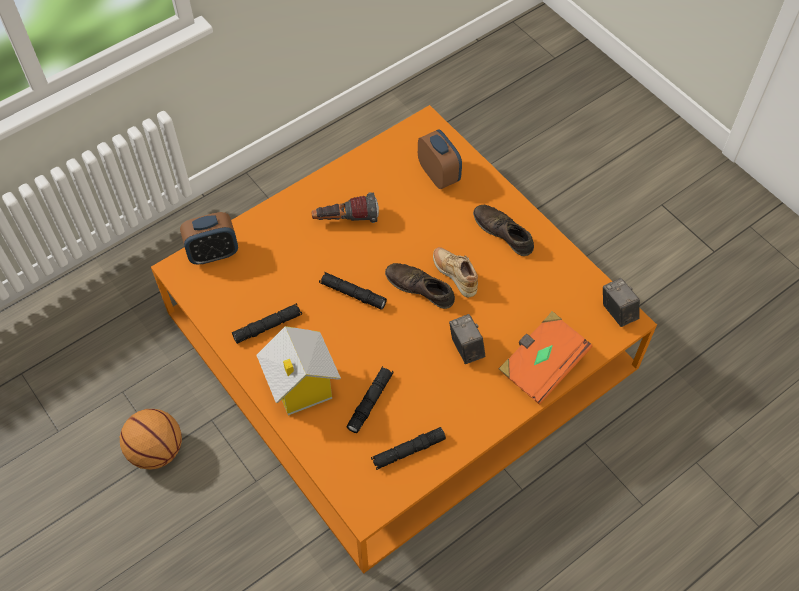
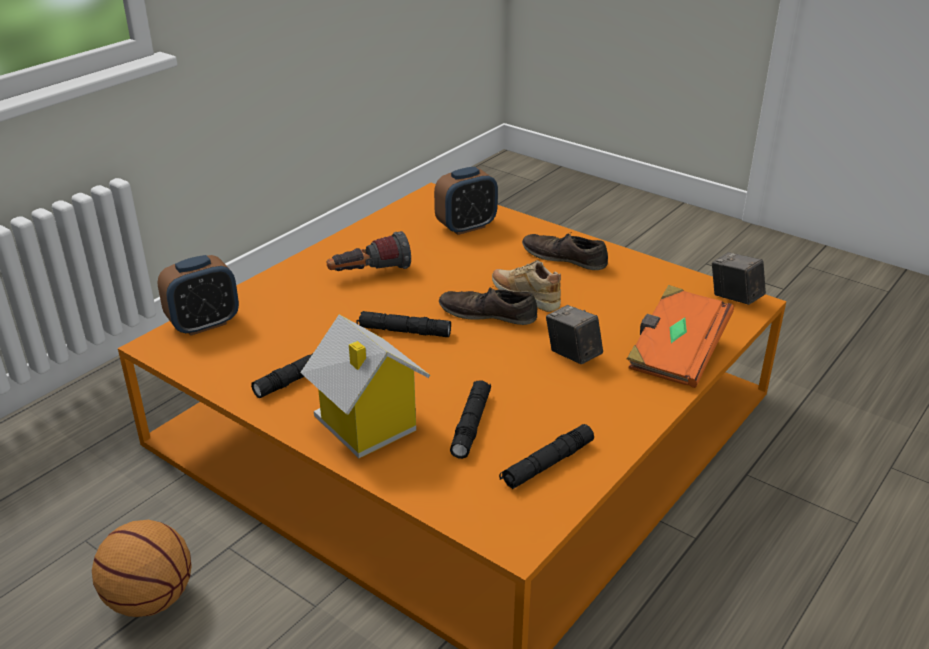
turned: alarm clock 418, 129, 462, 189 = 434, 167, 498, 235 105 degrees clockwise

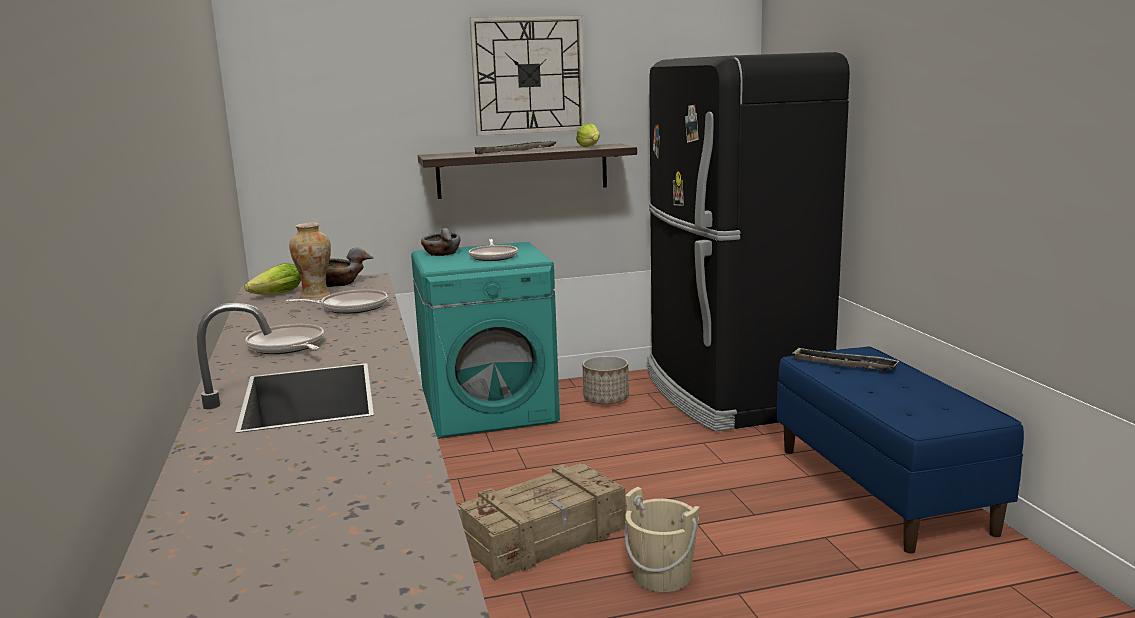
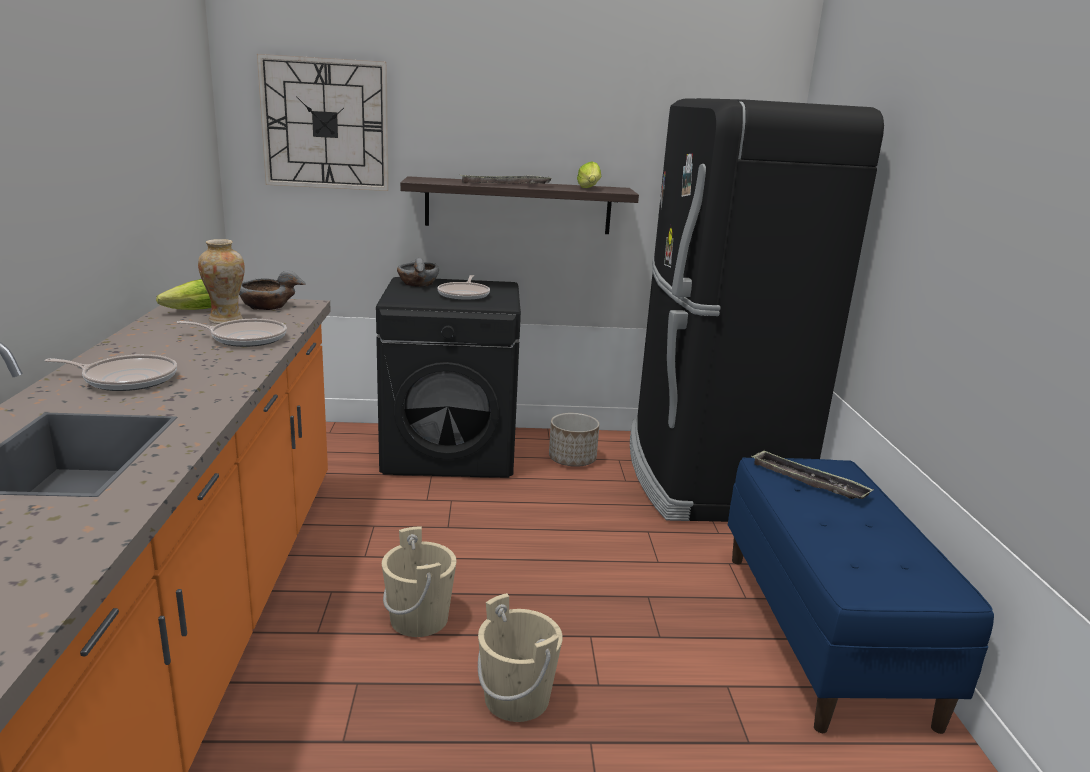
moved: wall clock 470, 15, 585, 136 to 257, 54, 389, 191
replaced: crate 457, 463, 626, 581 to beige bucket 382, 526, 457, 637
recoloured: turquoise washing machine 411, 242, 560, 438 to black washing machine 376, 277, 521, 478
turned: frying pan 245, 324, 324, 354 = 45, 354, 177, 391 120 degrees clockwise

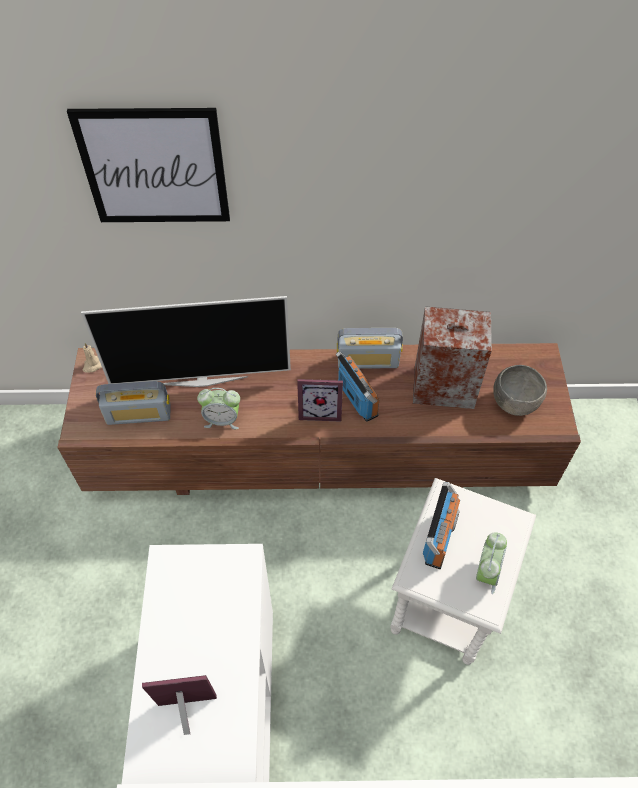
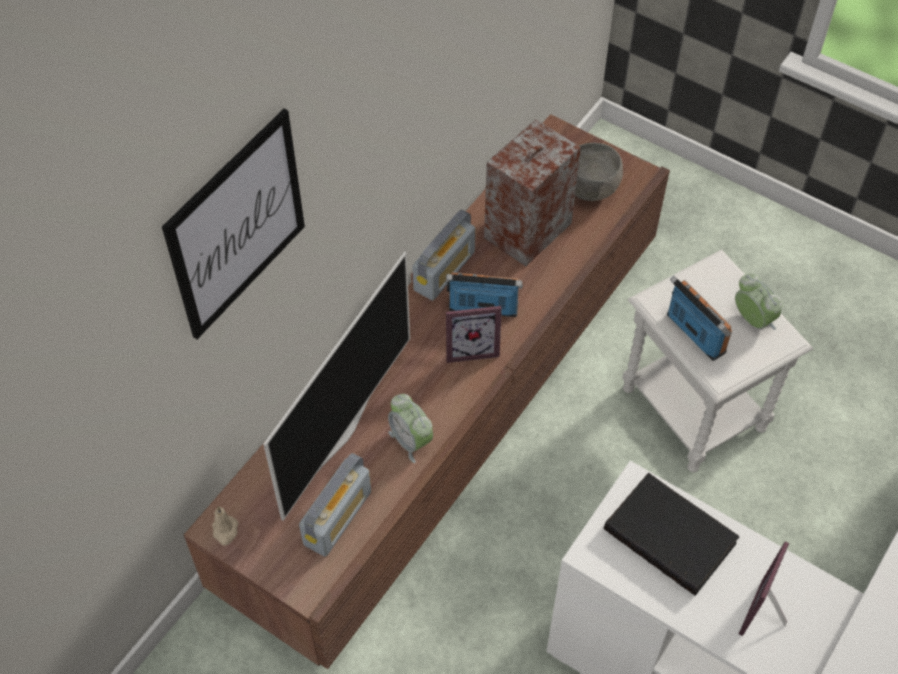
added: black book 604, 472, 740, 596
turned: picture frame 297, 379, 343, 422 = 446, 306, 502, 363 45 degrees clockwise; alarm clock 197, 388, 240, 429 = 388, 394, 433, 463 105 degrees clockwise

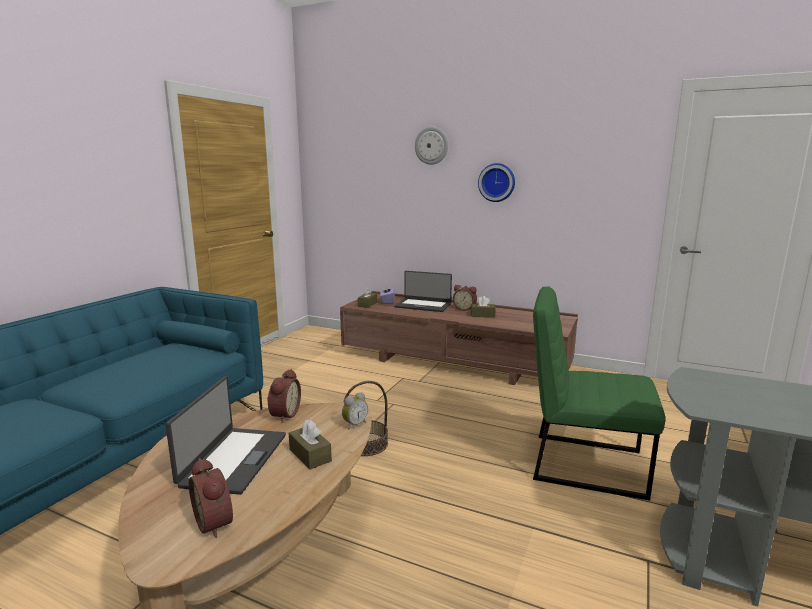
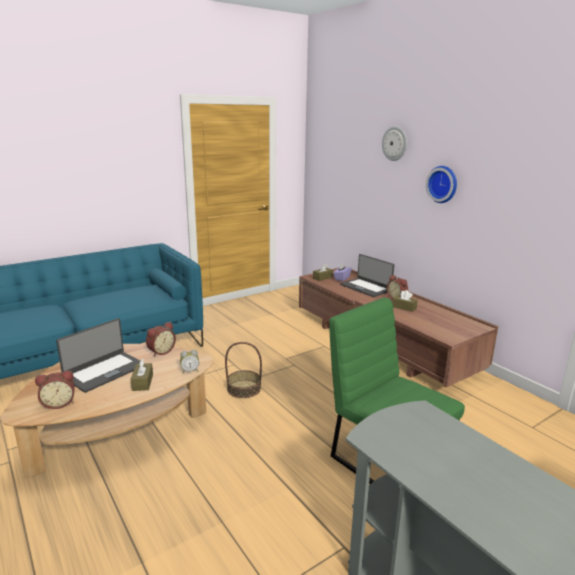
turned: alarm clock 189, 458, 233, 538 = 35, 371, 75, 409 105 degrees counterclockwise

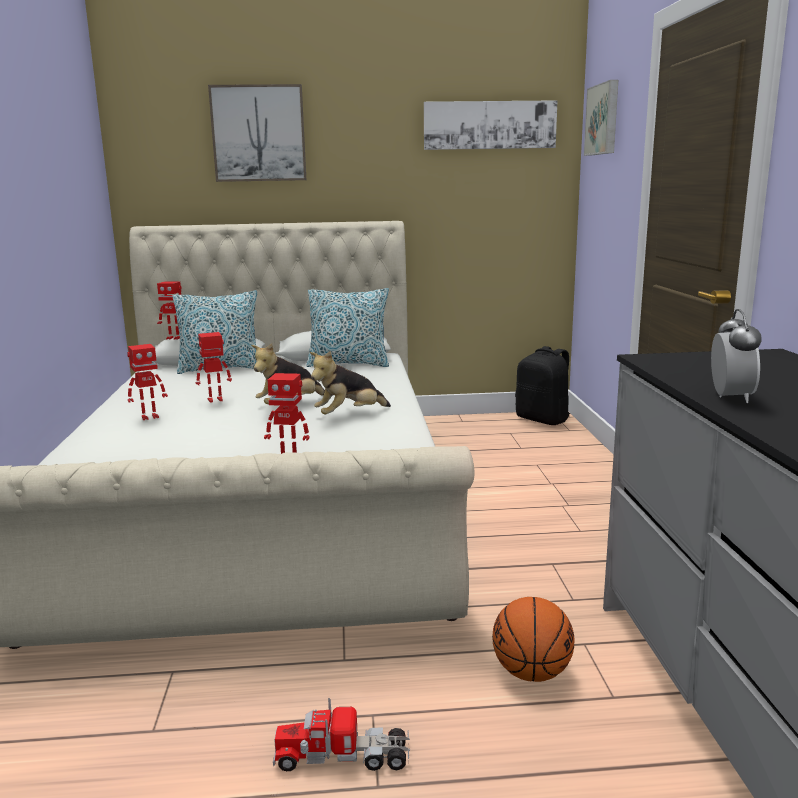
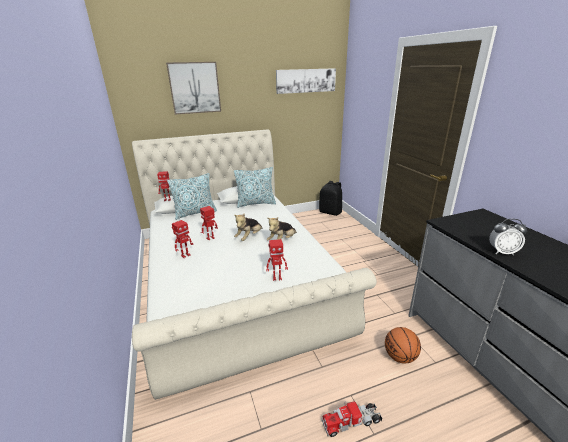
removed: picture 584, 80, 618, 156
turned: alarm clock 711, 309, 762, 403 = 489, 219, 527, 255 105 degrees clockwise

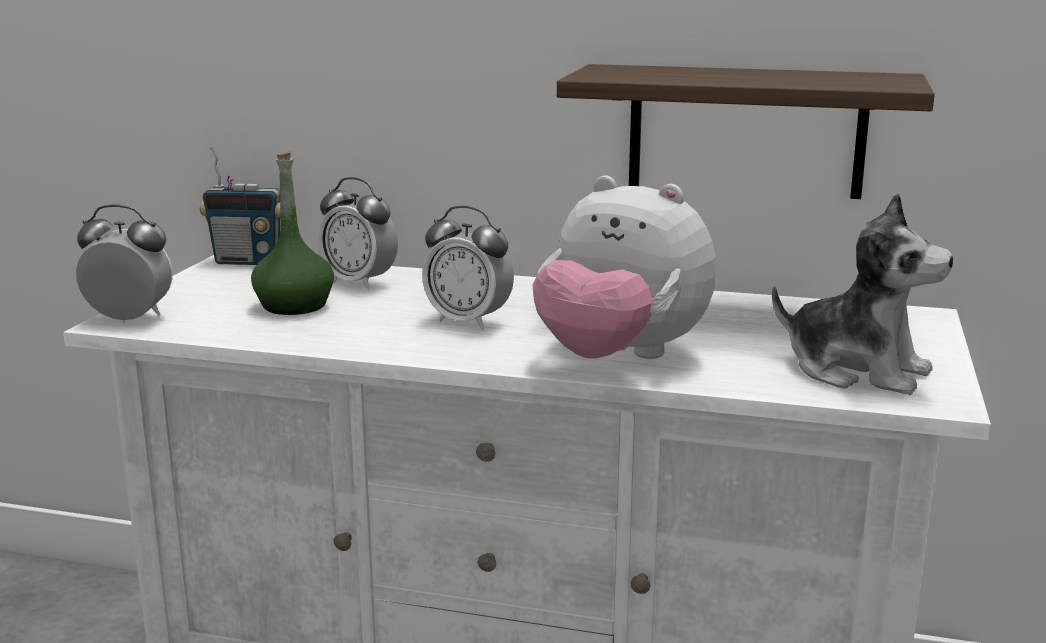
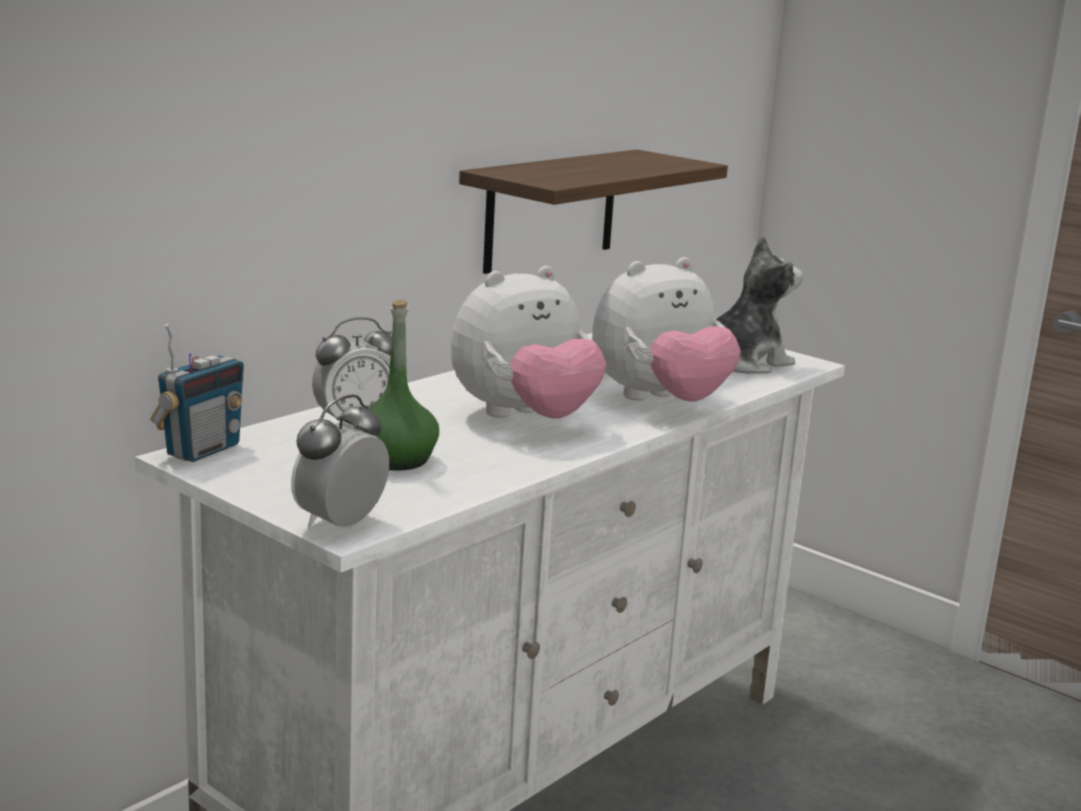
replaced: alarm clock 422, 206, 514, 330 to plush toy 451, 266, 606, 418

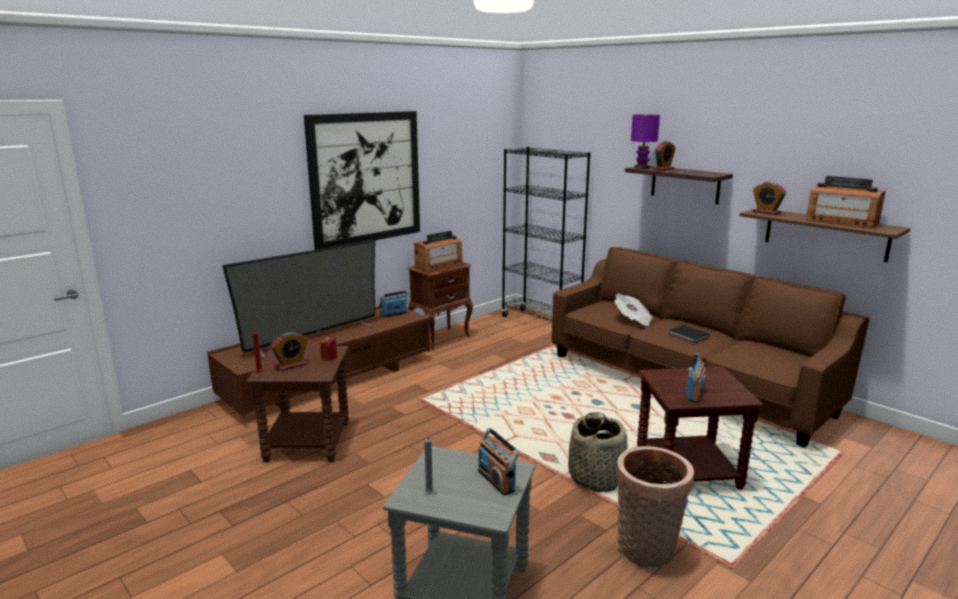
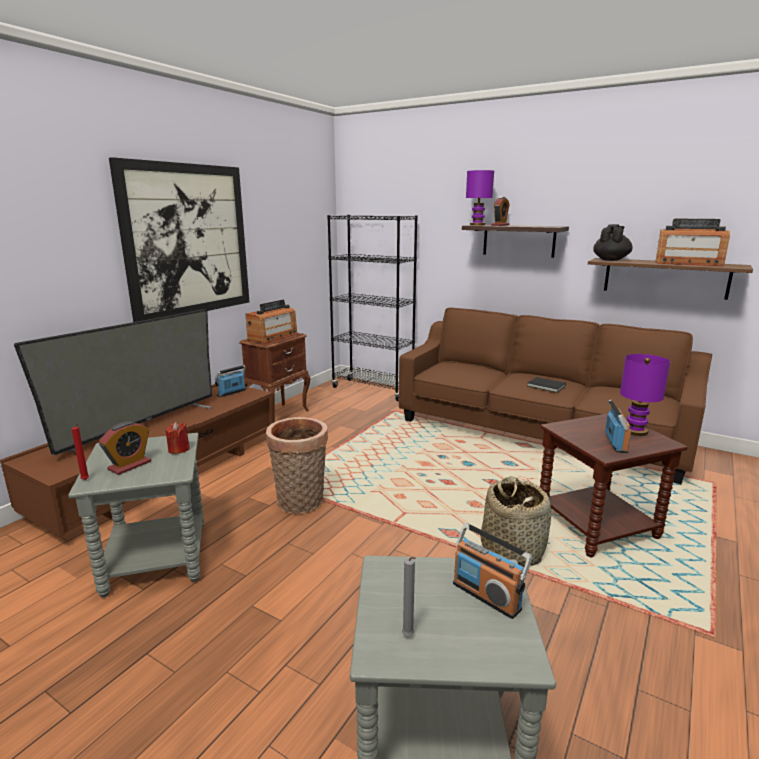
removed: newspaper 615, 294, 653, 326
added: purple table lamp 620, 354, 670, 436
moved: basket 616, 446, 694, 568 to 266, 417, 328, 513
replaced: alarm clock 752, 182, 786, 215 to black teapot 593, 224, 633, 261
recoloured: brown side table 247, 346, 349, 462 to grey side table 68, 433, 204, 598

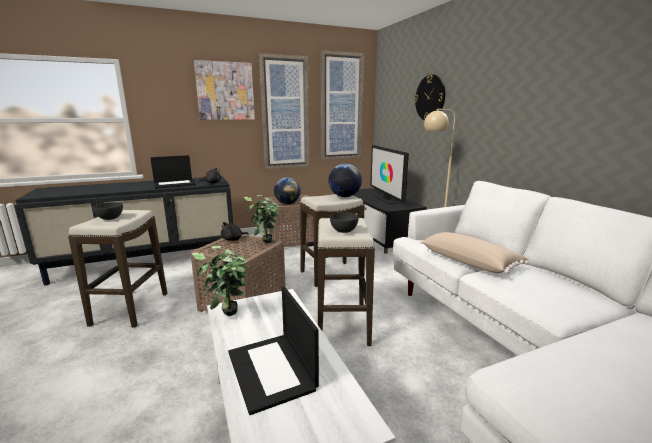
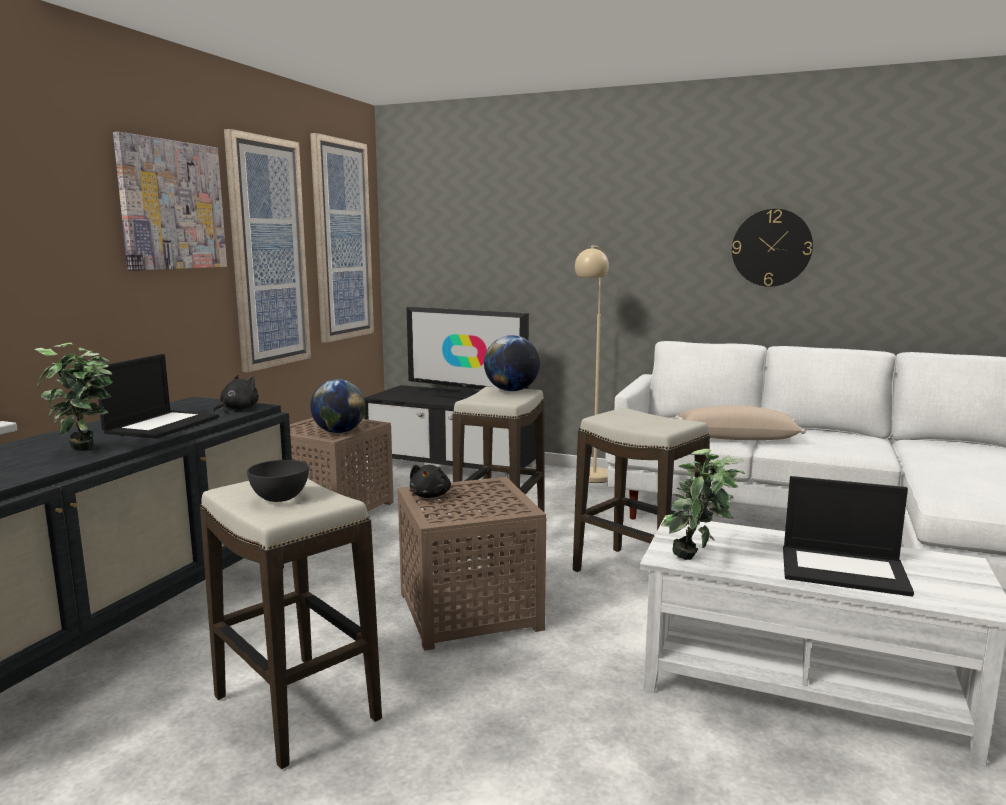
removed: grey bowl 330, 212, 359, 233
moved: wall clock 414, 74, 445, 120 to 732, 209, 813, 287; potted plant 244, 195, 282, 243 to 35, 343, 113, 451

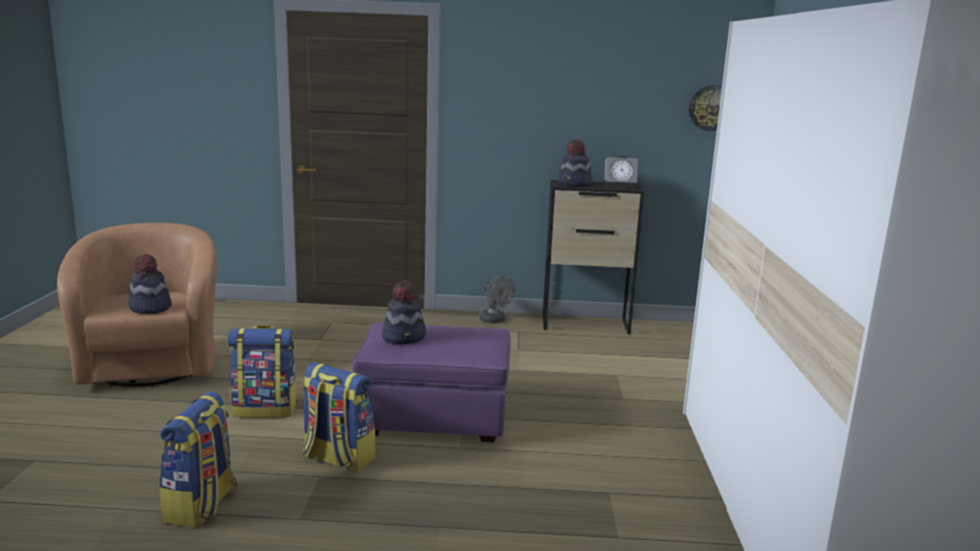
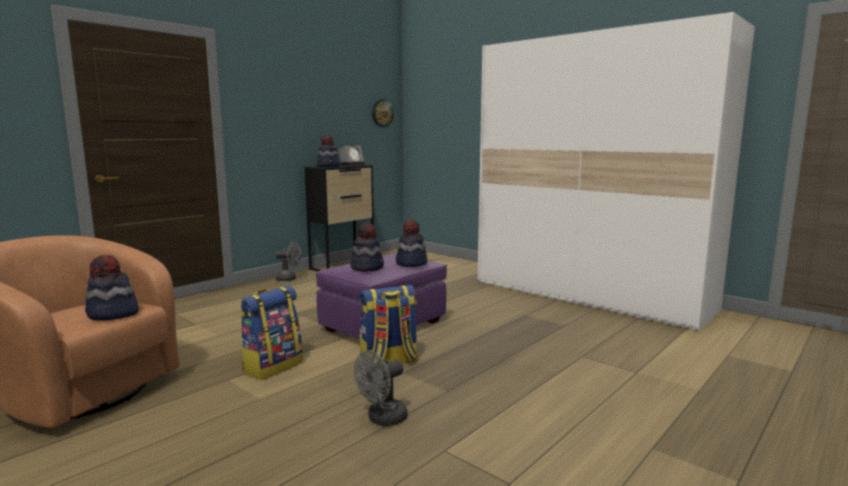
added: hat 396, 220, 428, 267
replaced: backpack 159, 392, 238, 527 to grey fan 354, 351, 408, 426

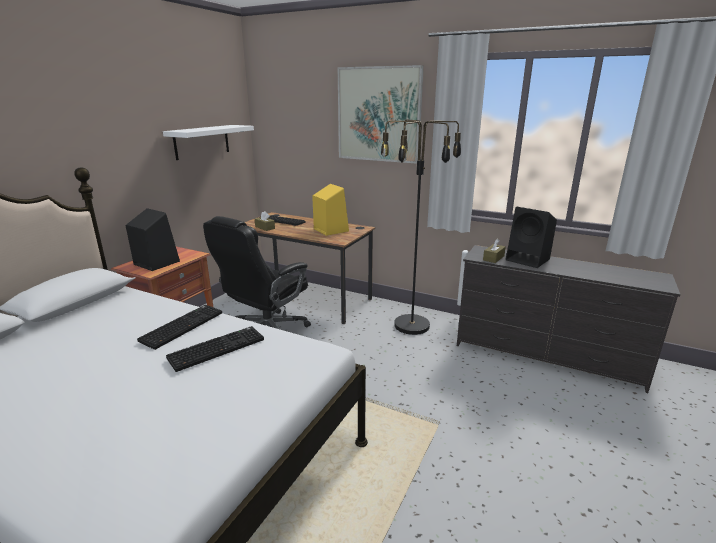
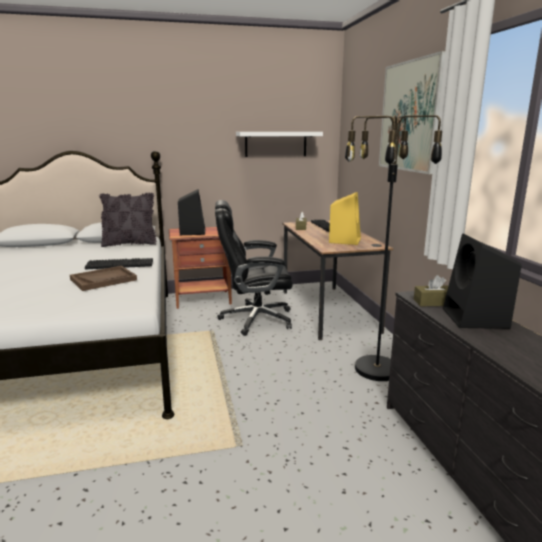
added: black pillow 99, 192, 156, 247
replaced: keyboard 166, 326, 264, 372 to brown tray 70, 266, 137, 291

